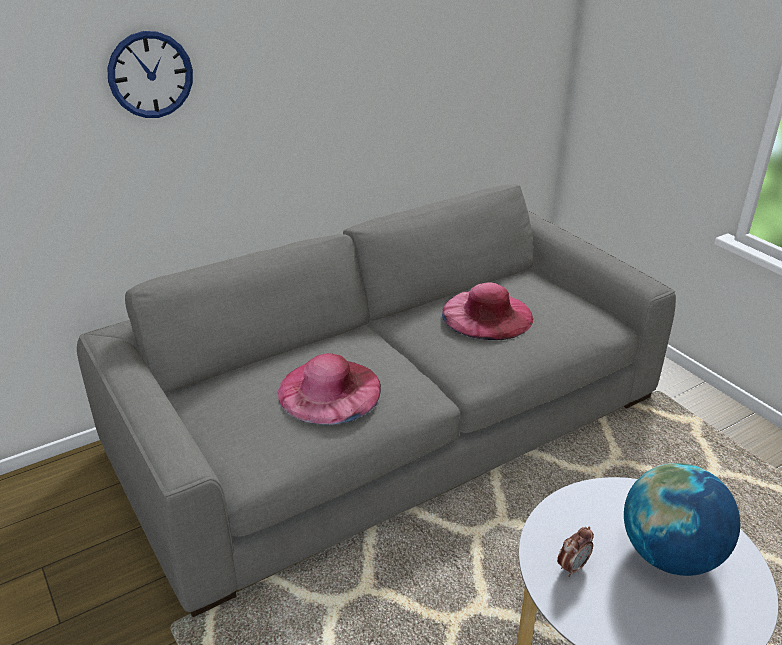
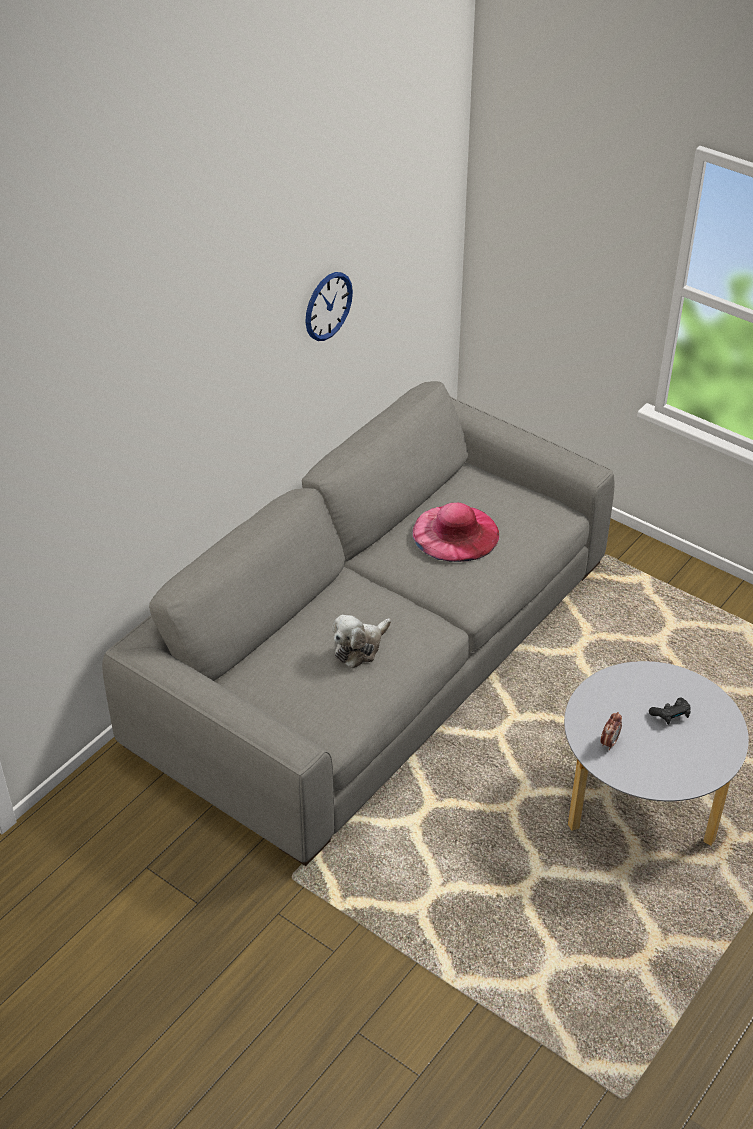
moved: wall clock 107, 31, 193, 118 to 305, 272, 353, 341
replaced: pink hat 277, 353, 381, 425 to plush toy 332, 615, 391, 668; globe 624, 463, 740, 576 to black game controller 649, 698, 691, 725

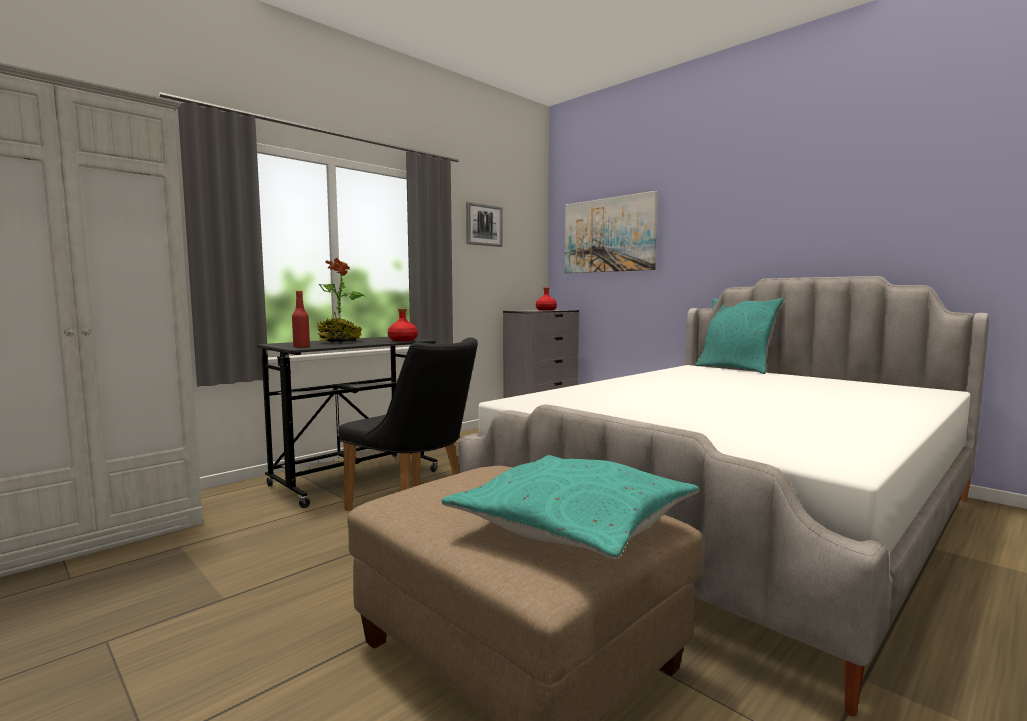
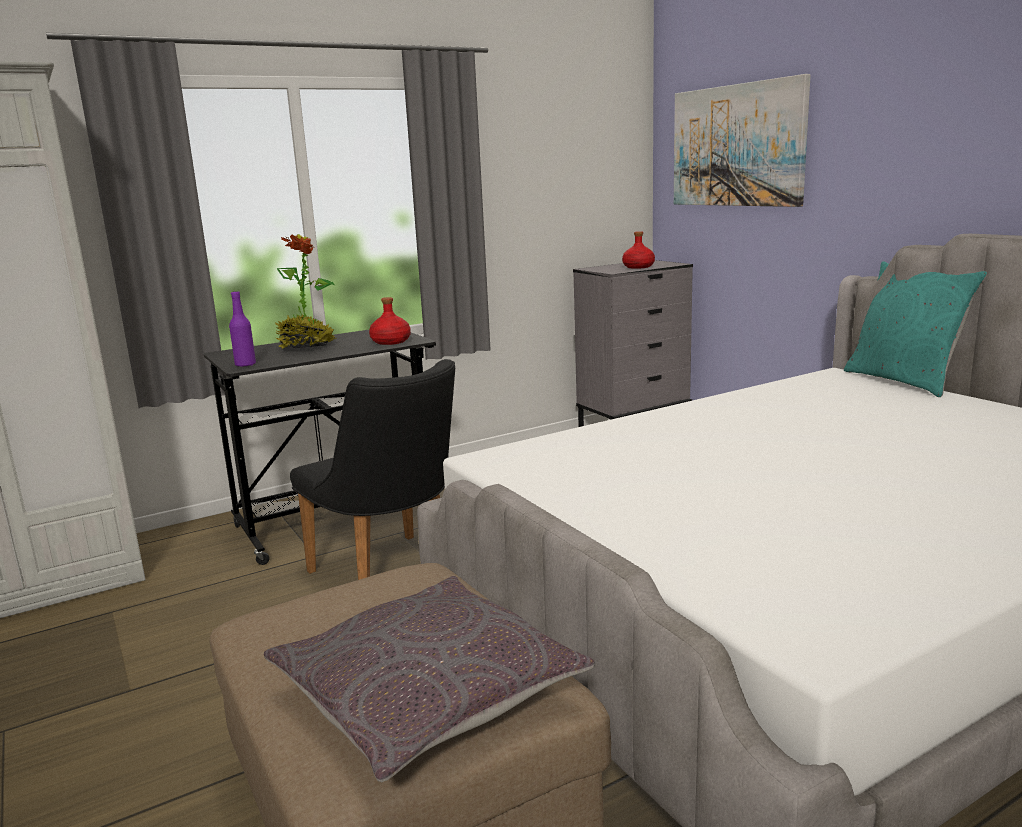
removed: picture 466, 202, 502, 247
recoloured: red bottle 292, 291, 310, 348 to purple bottle 229, 291, 256, 367; turquoise pillow 442, 455, 699, 559 to grey pillow 264, 576, 595, 782

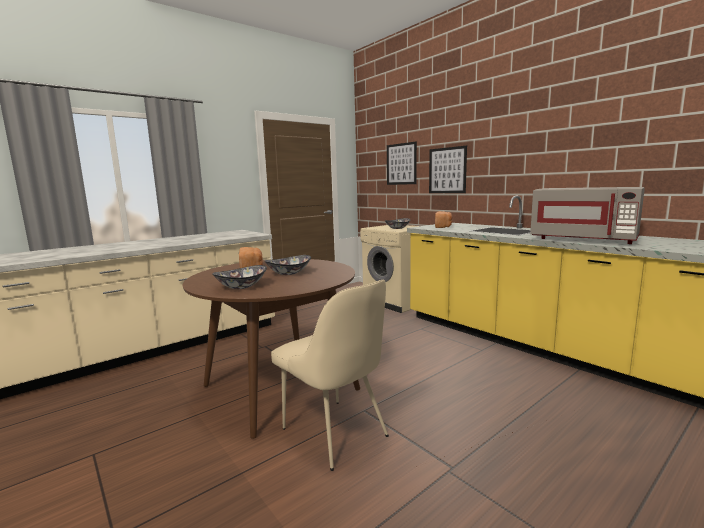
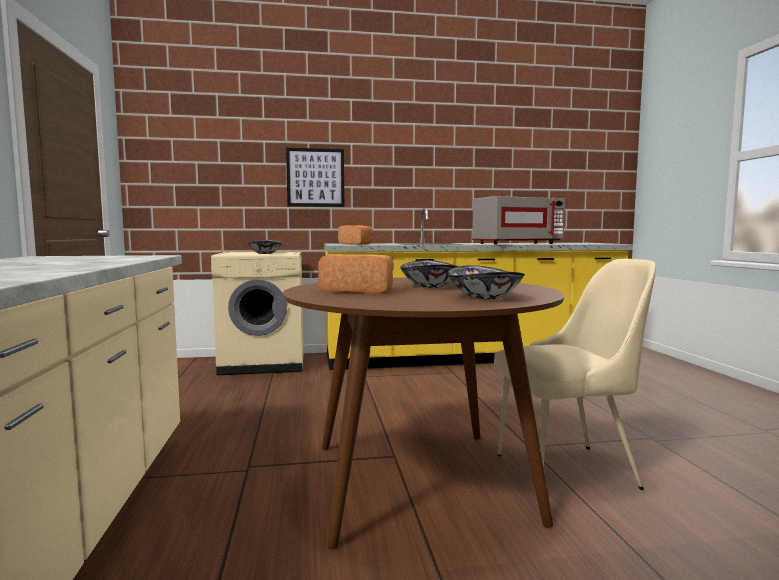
removed: picture 387, 142, 417, 185

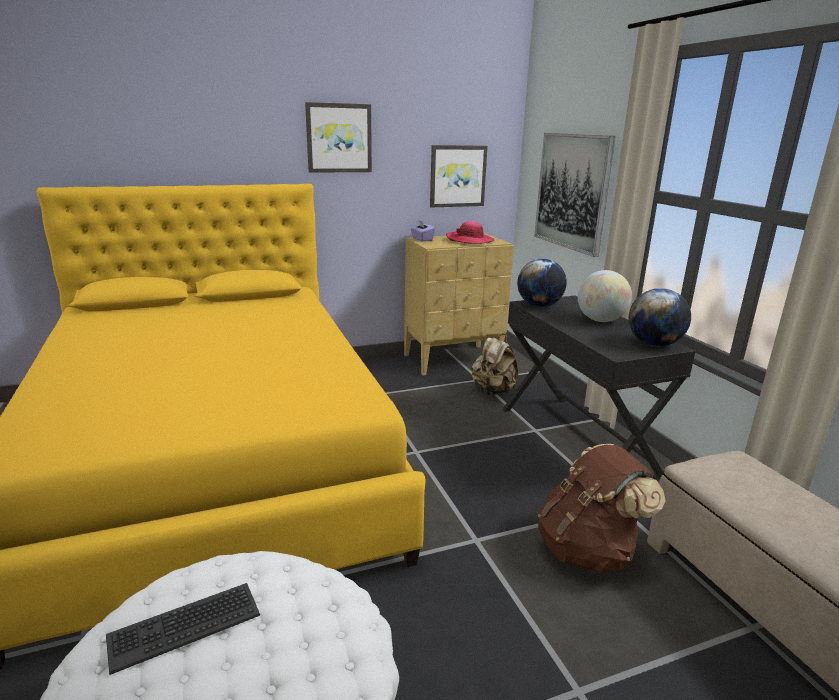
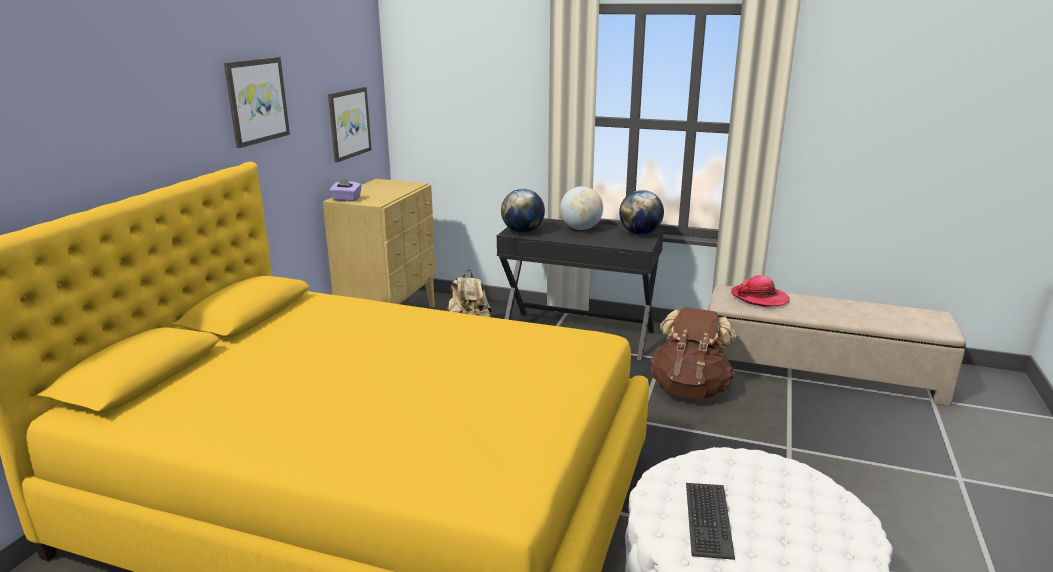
removed: picture 534, 133, 615, 257
moved: hat 446, 221, 495, 244 to 731, 275, 790, 307

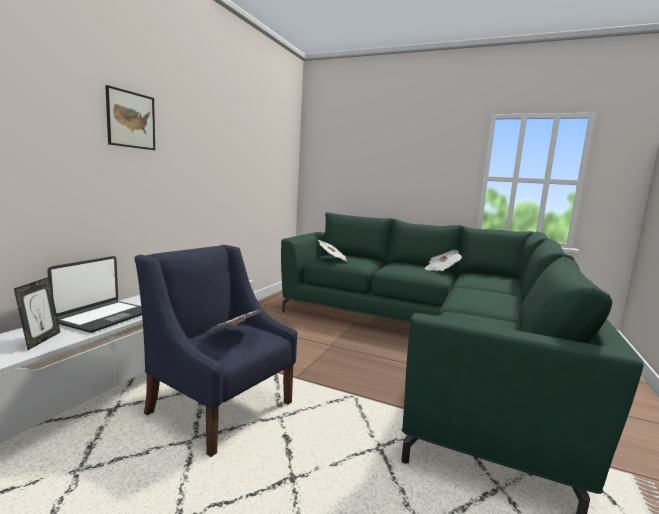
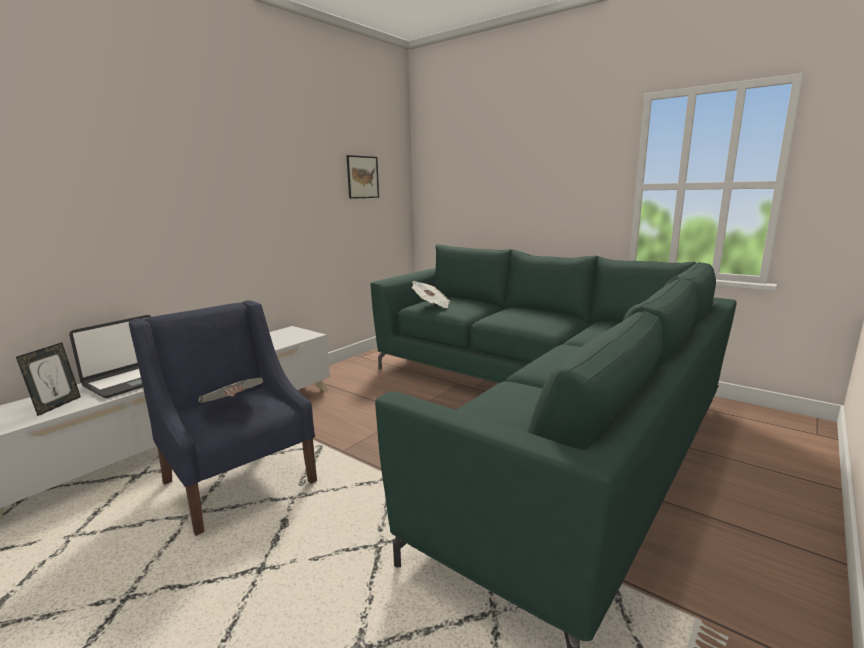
removed: newspaper 425, 250, 462, 271
moved: picture 105, 85, 155, 150 to 346, 155, 379, 199

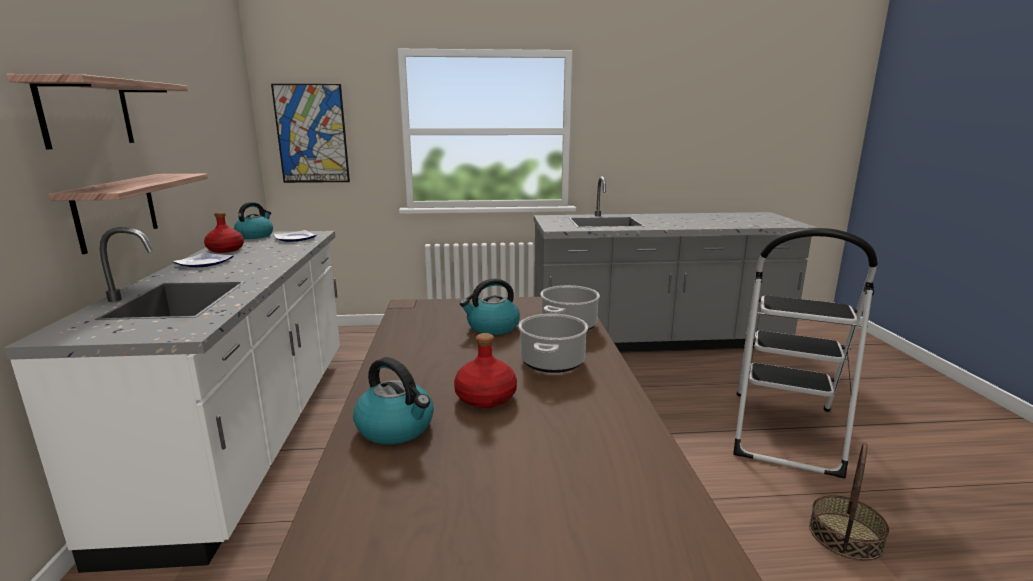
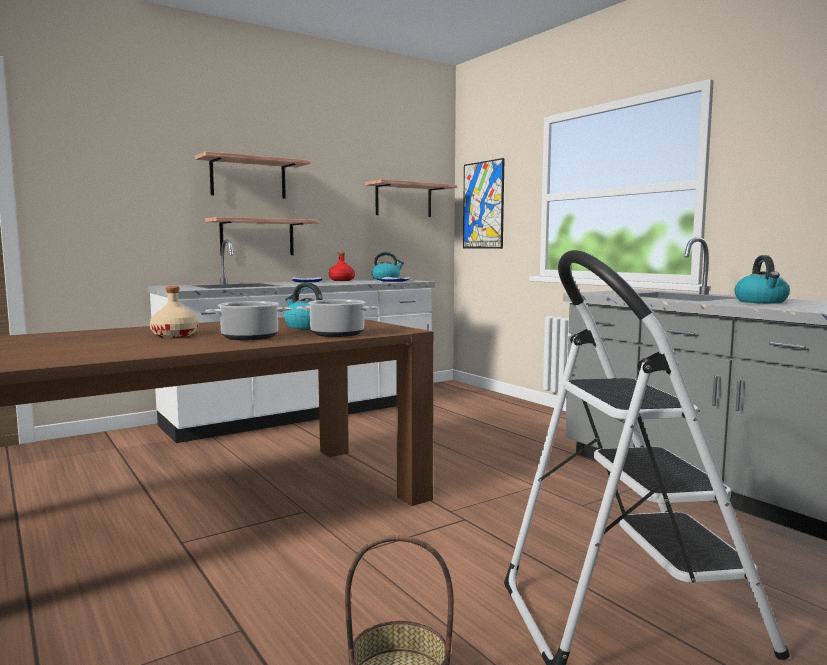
added: shelf 365, 179, 457, 217
moved: kettle 353, 357, 434, 444 to 734, 255, 790, 303
recoloured: red bottle 454, 333, 517, 408 to beige bottle 150, 286, 198, 338

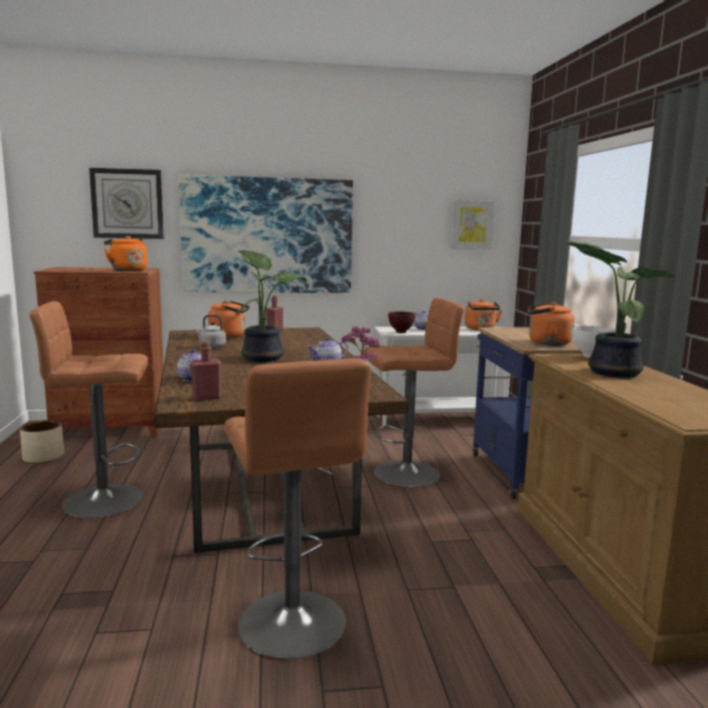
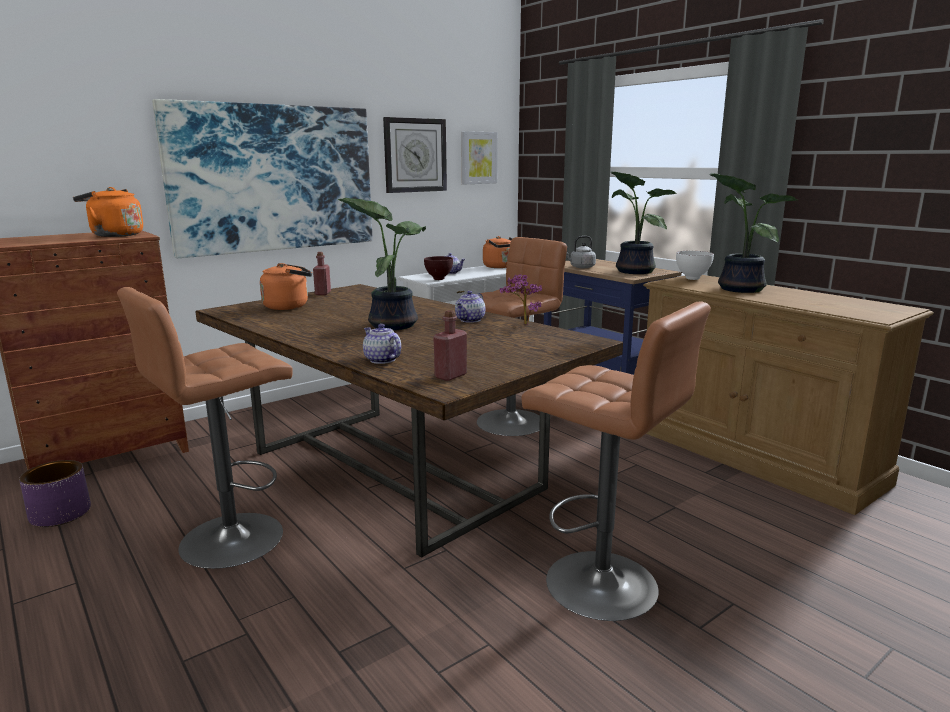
moved: wall clock 89, 168, 164, 239 to 383, 117, 447, 193; grey kettle 194, 315, 226, 348 to 566, 236, 596, 268
replaced: orange kettle 528, 302, 575, 346 to potted plant 610, 171, 677, 274
recoloured: beige planter 20, 420, 64, 464 to purple planter 19, 460, 91, 527

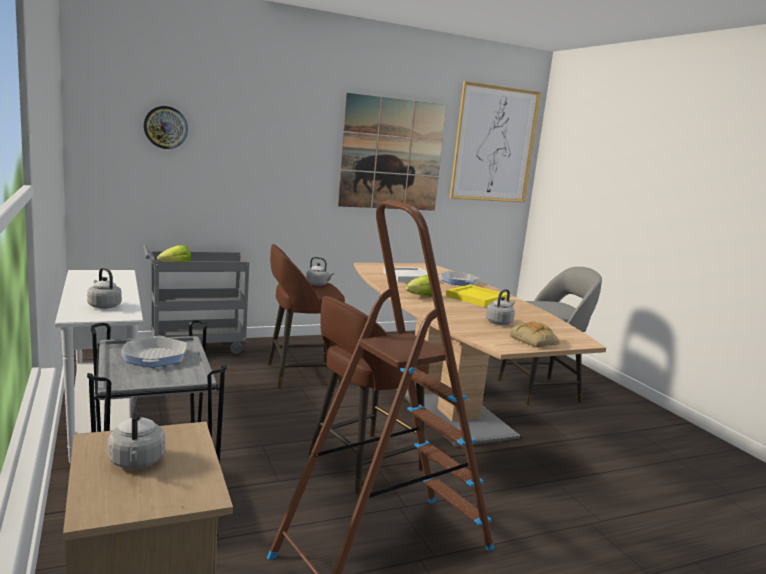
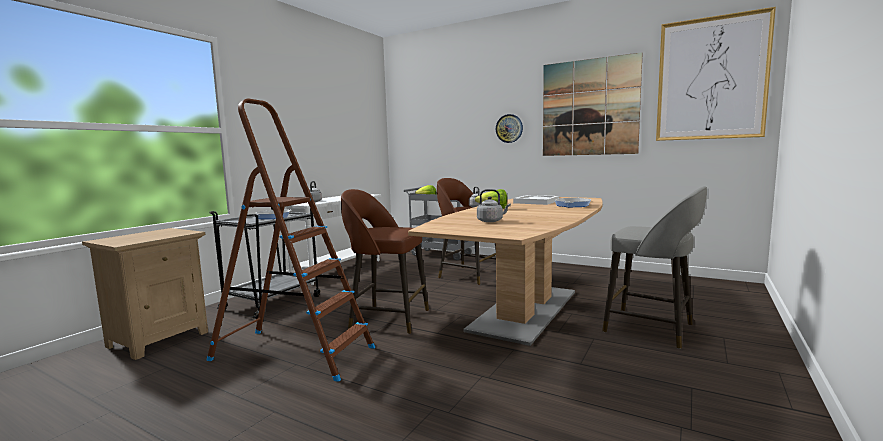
removed: yellow tray 446, 285, 507, 307; bread 510, 322, 560, 347; grey kettle 108, 396, 165, 469
moved: wall clock 143, 106, 188, 149 to 496, 114, 523, 143

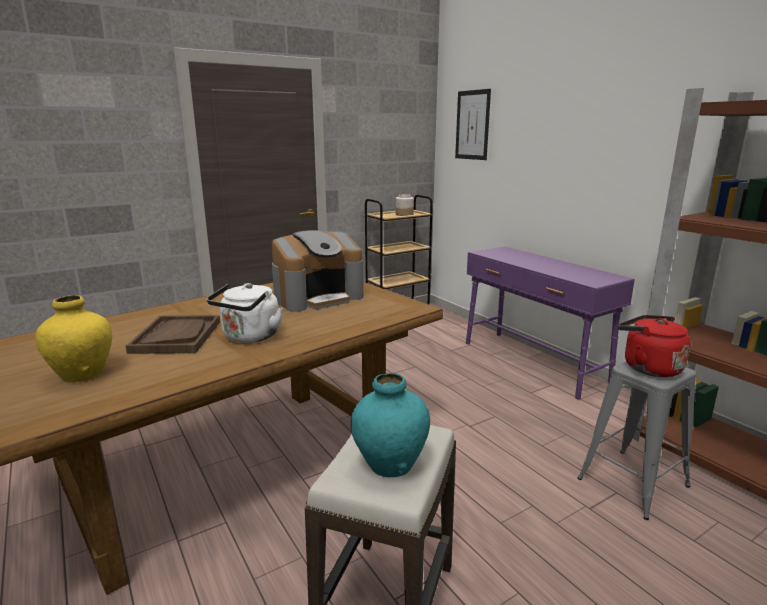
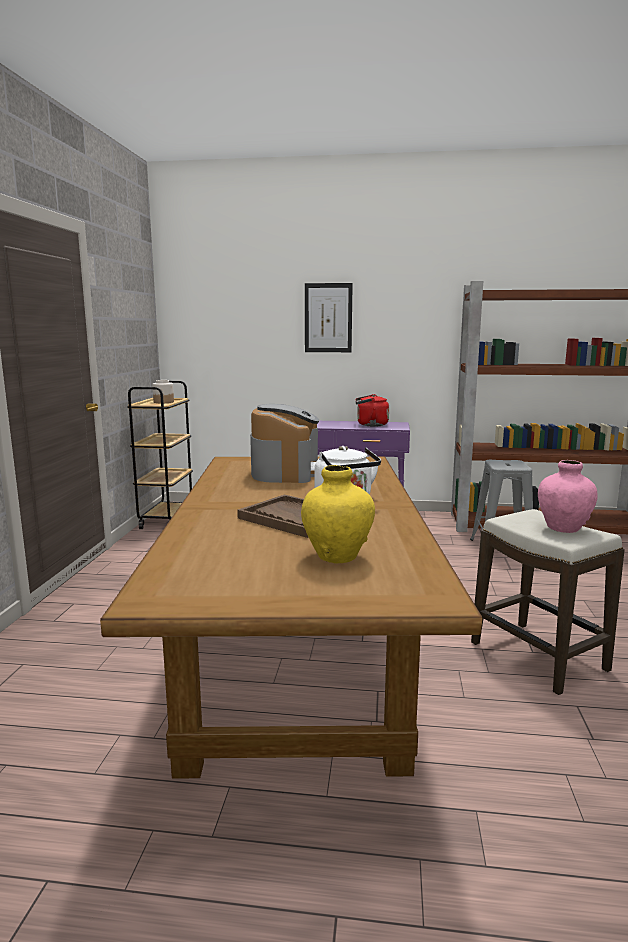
moved: picture 455, 89, 491, 160 to 305, 283, 353, 352; red kettle 618, 315, 691, 377 to 355, 394, 389, 427
recoloured: turquoise vase 351, 373, 430, 477 to pink vase 538, 460, 598, 533

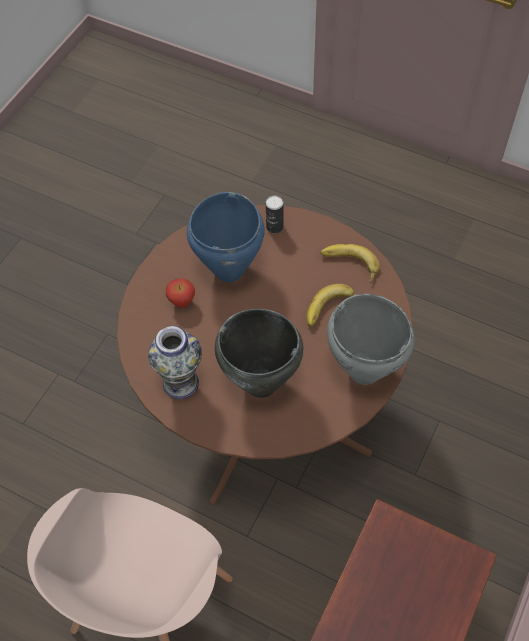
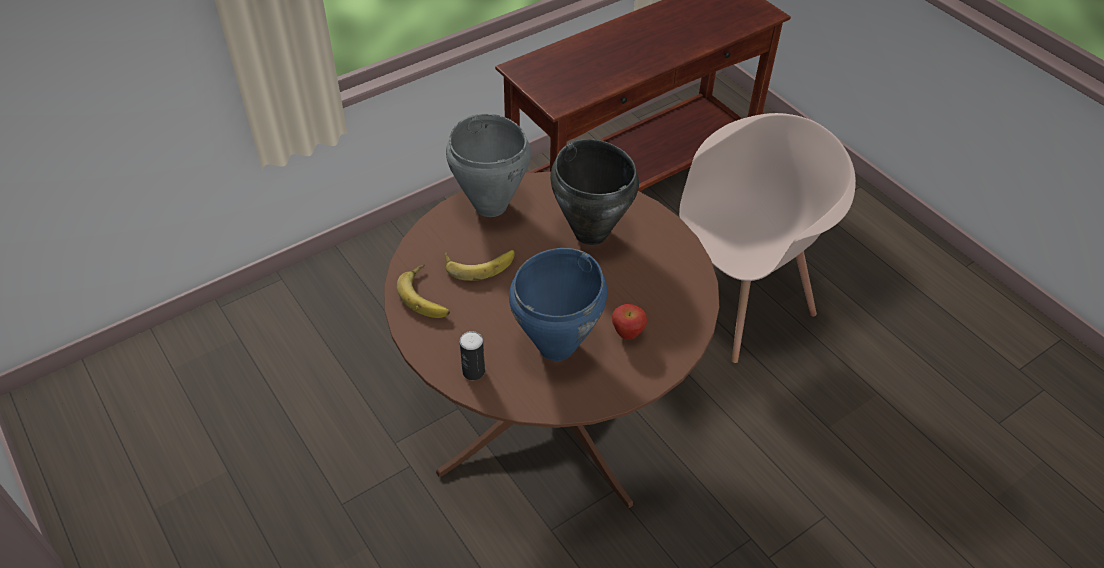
removed: vase 148, 326, 202, 399

